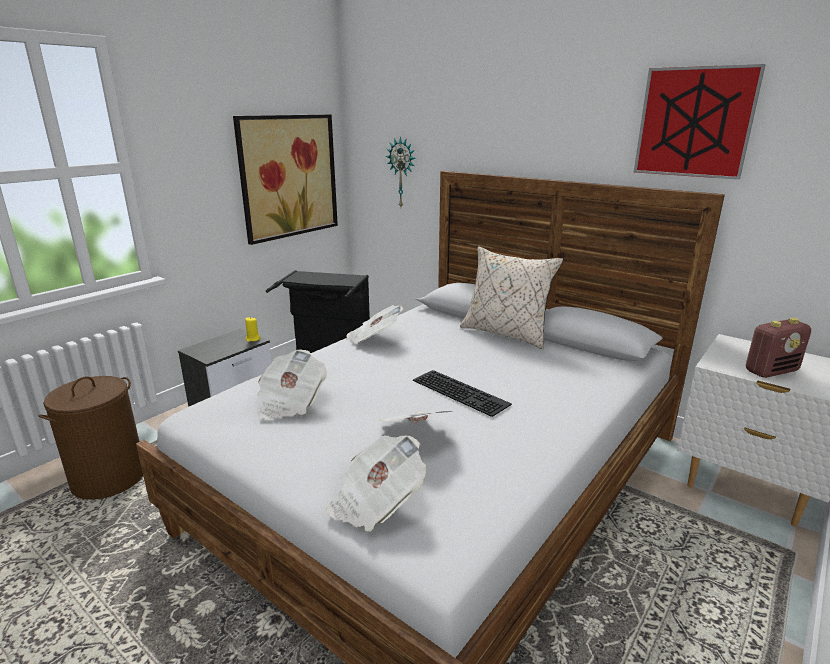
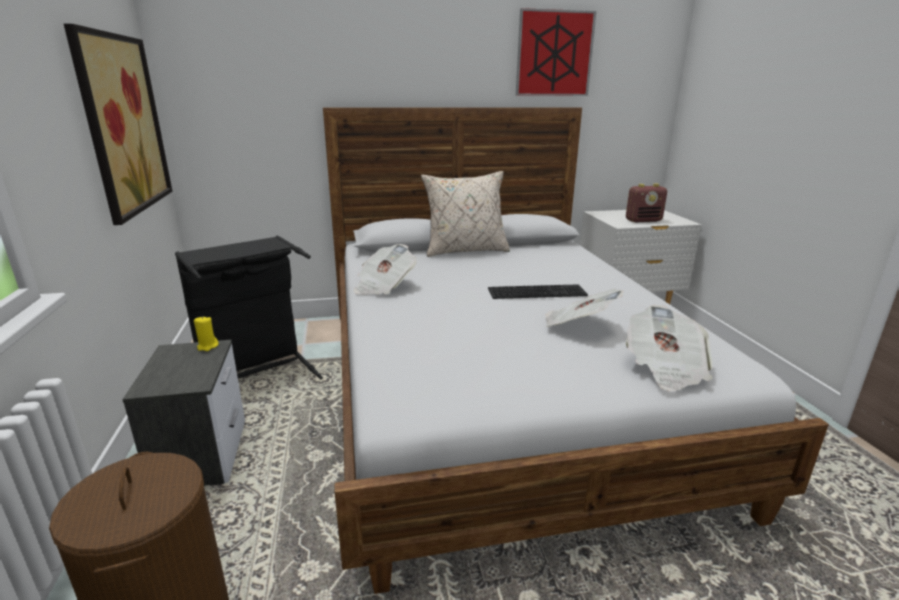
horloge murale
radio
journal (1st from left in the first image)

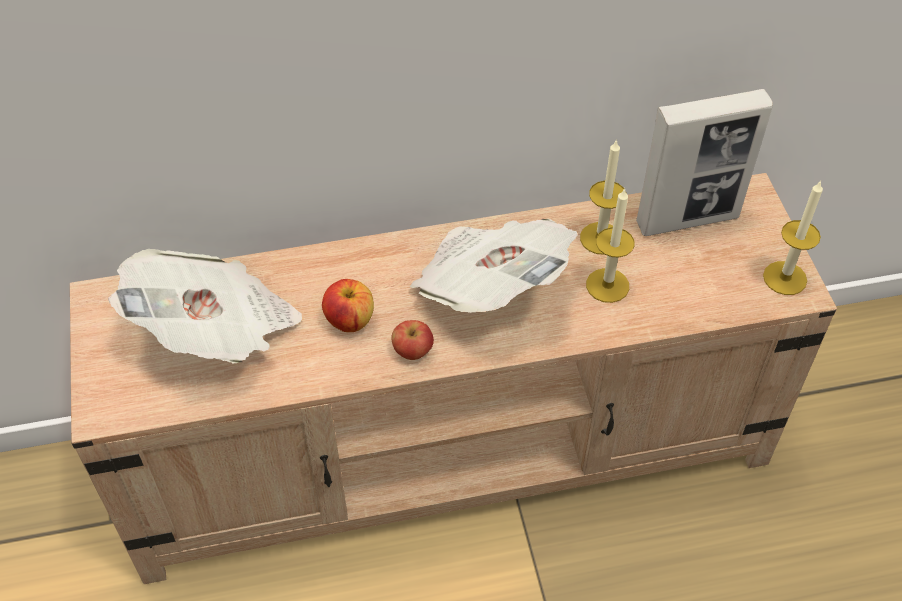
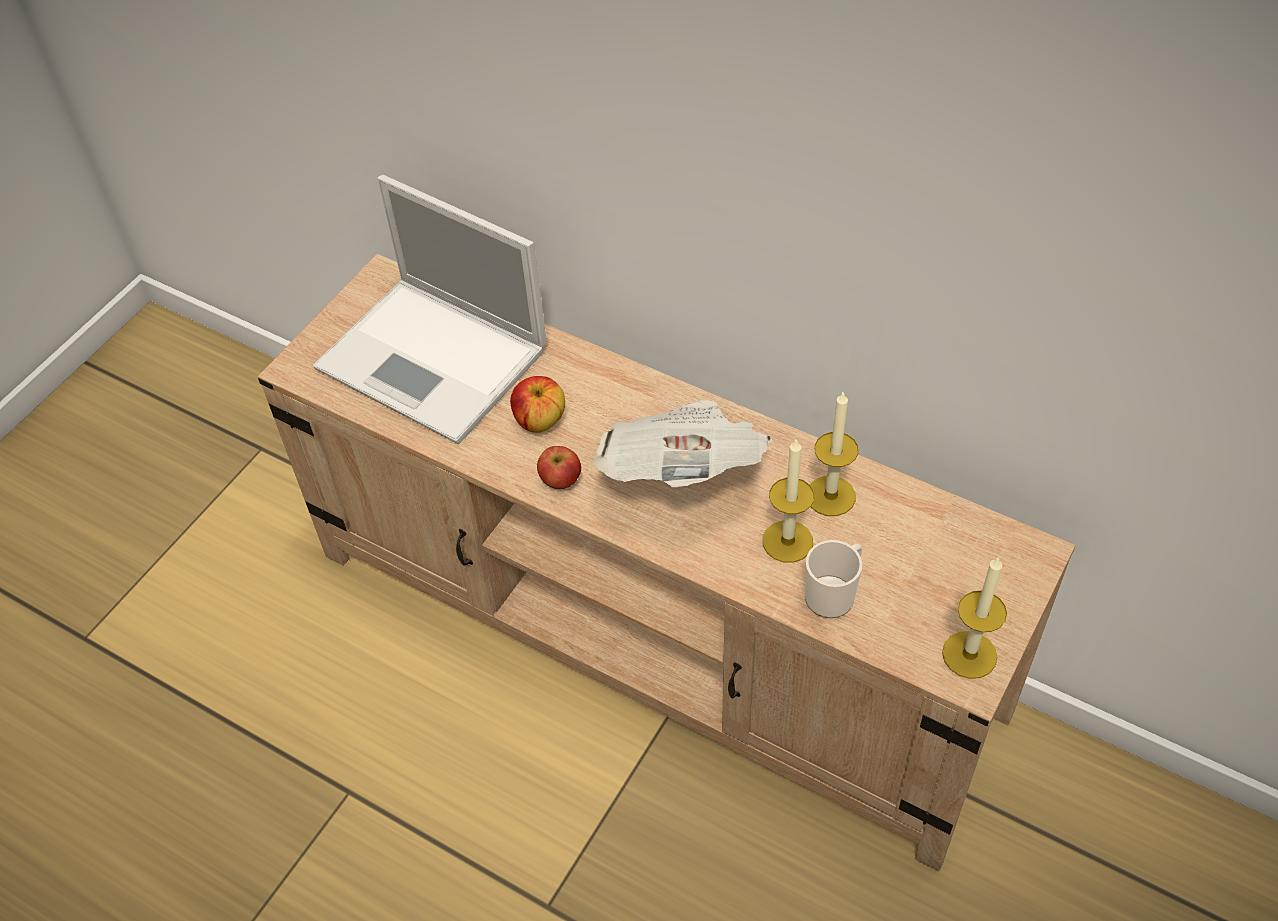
cadre photo
ordinateur portable
mug

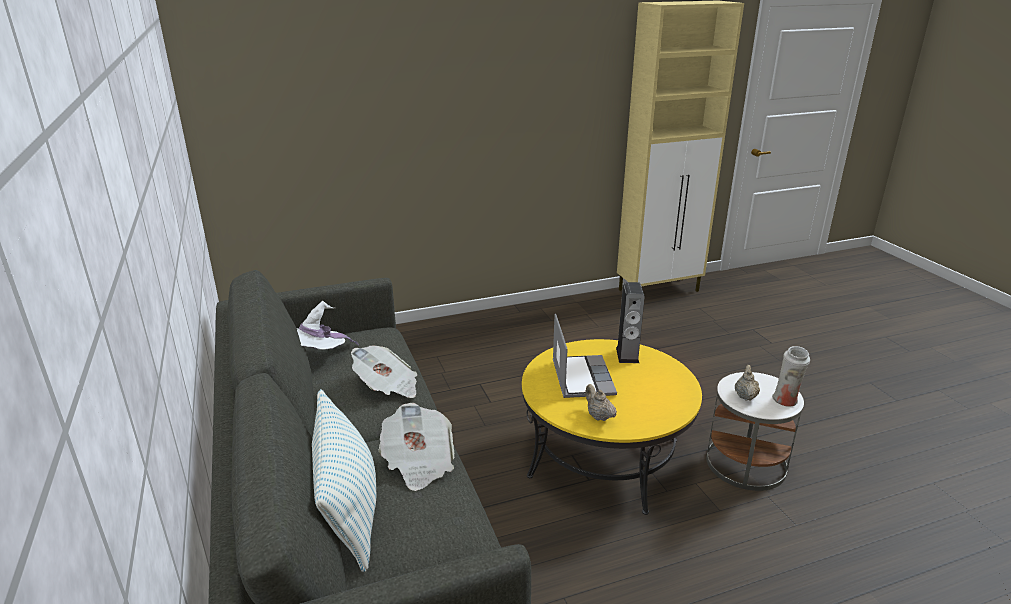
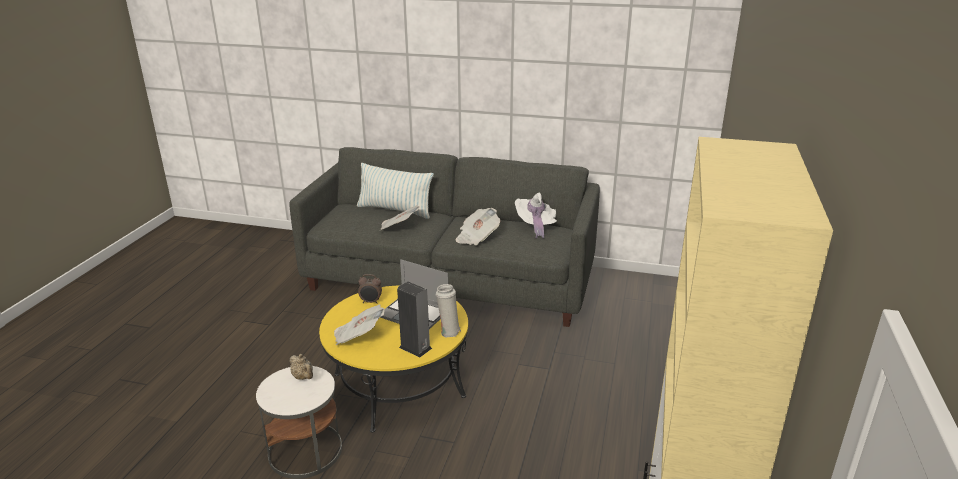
vase/blanc
réveil
journal (1st from left)

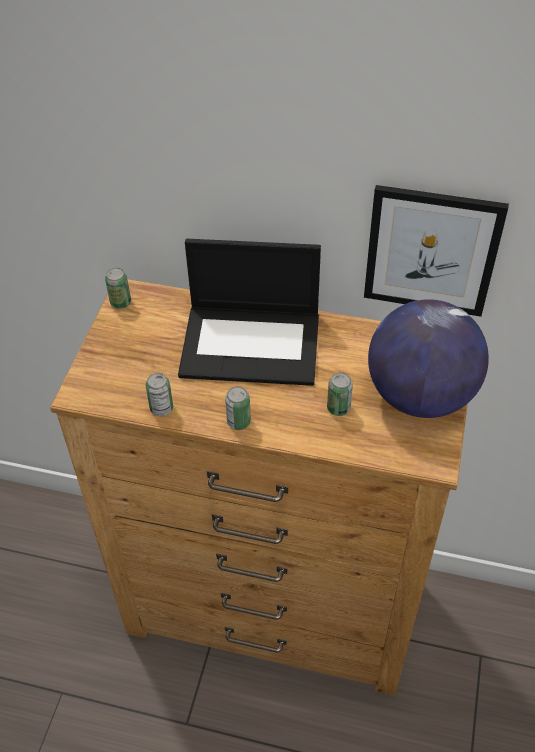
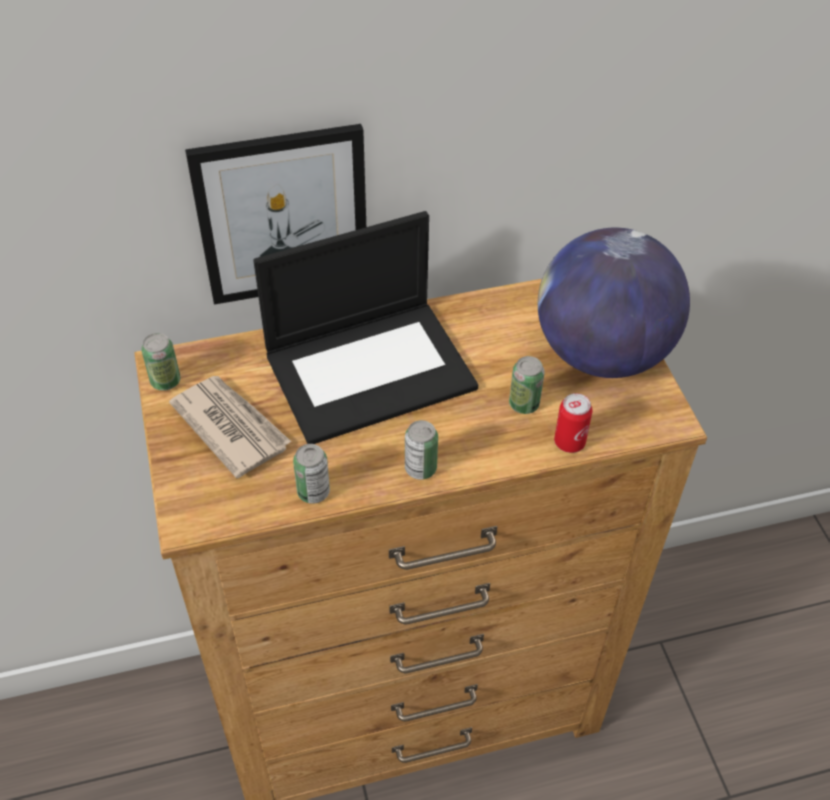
tableau
journal
boîte métallique (5th from left)

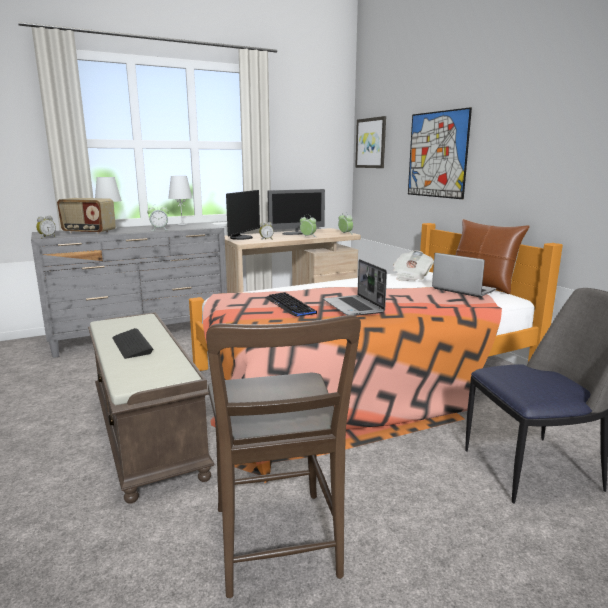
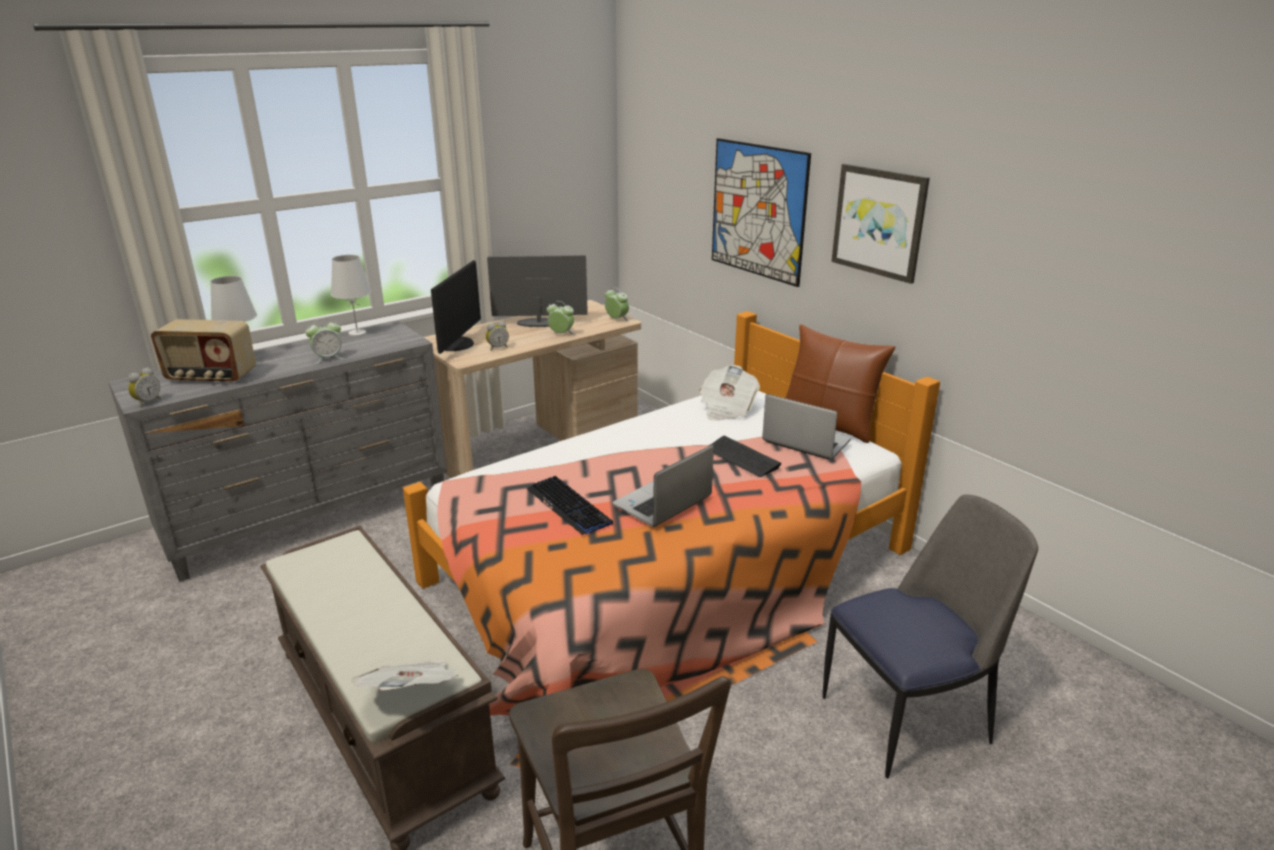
tableau (2nd from left)
écran d'ordinateur (2nd from left)
ordinateur portable (1st from left)
clavier (2nd from left)
journal (1st from left)

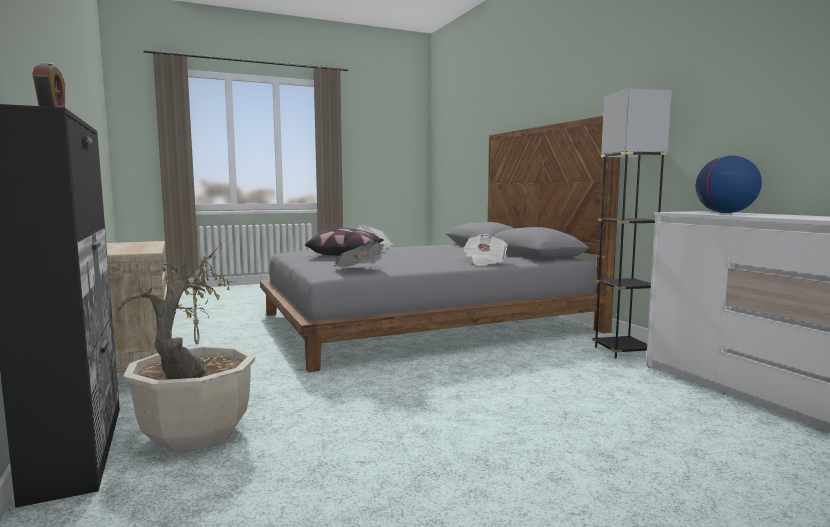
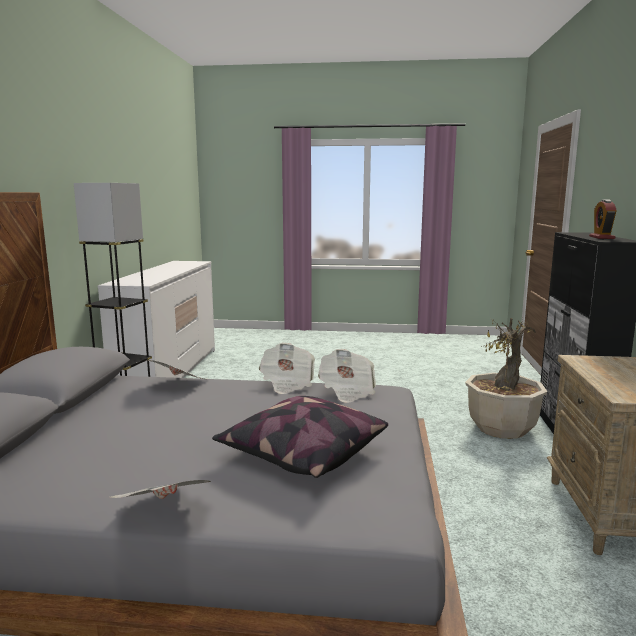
globe
journal (3rd from left)

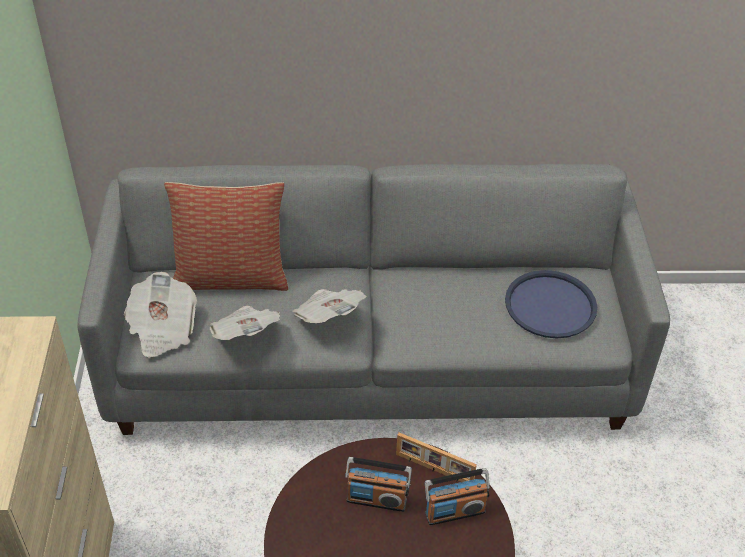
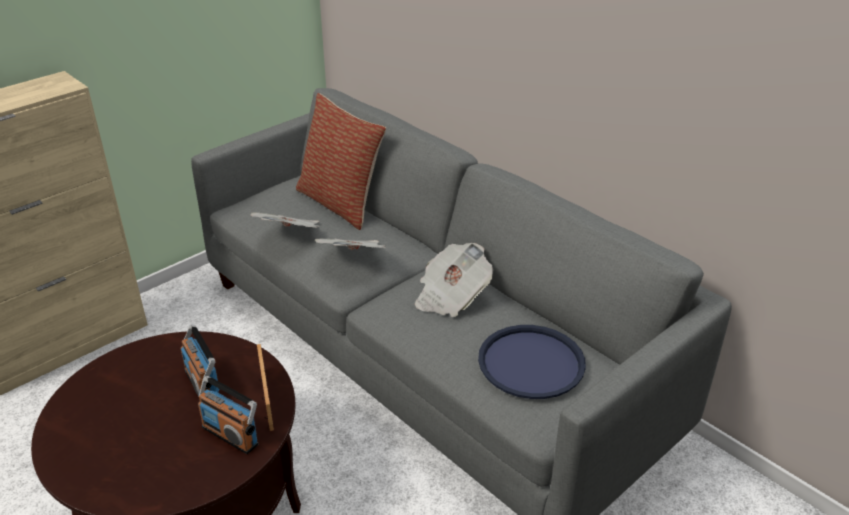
journal (3rd from left)

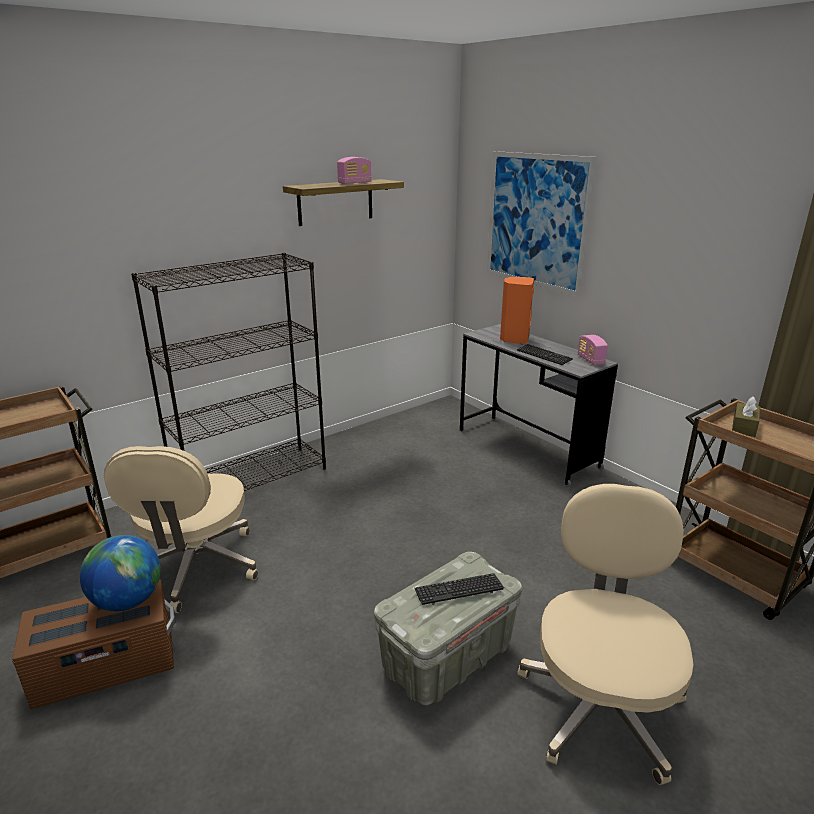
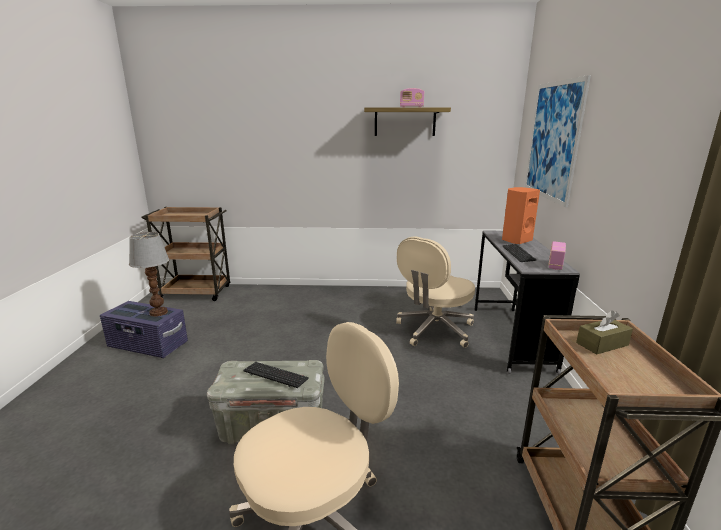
bibliothèque/noir
chaise de bureau/beige (2nd from left)
lampe de table
boîte de rangement/violet

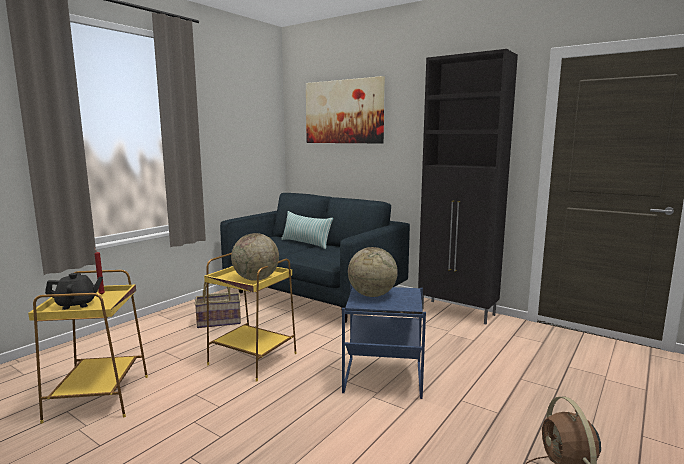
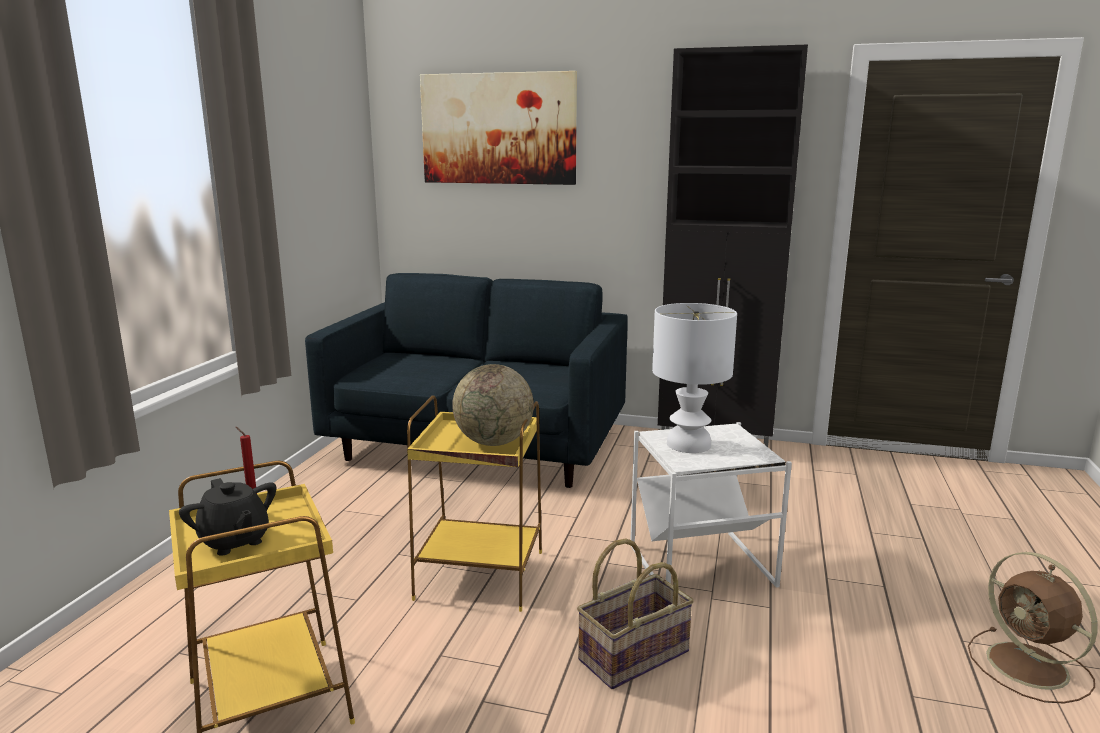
coussin
lampe de table/blanc
théière/noir
panier
table d'appoint/blanc

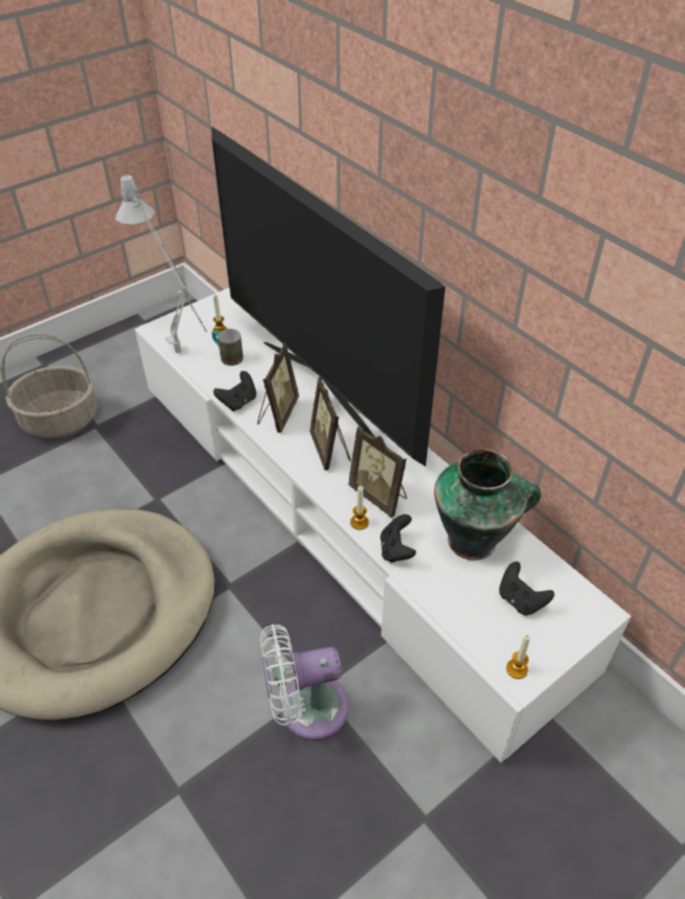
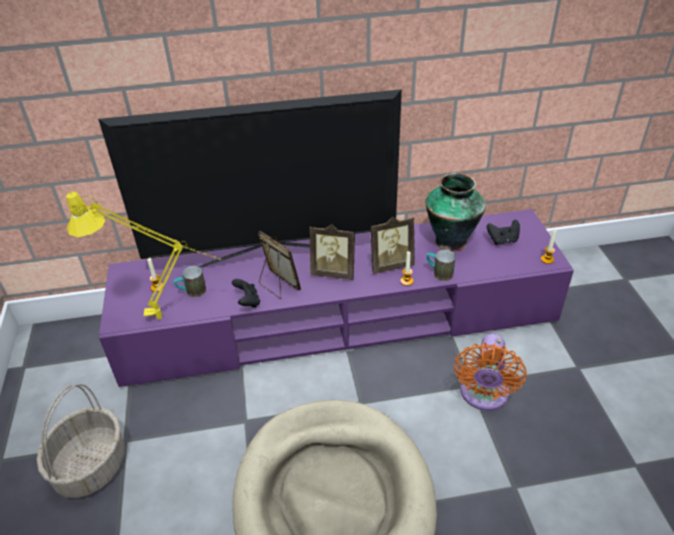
lampe de table/jaune
meuble télé/violet
mug (2nd from left)
ventilateur/orange

